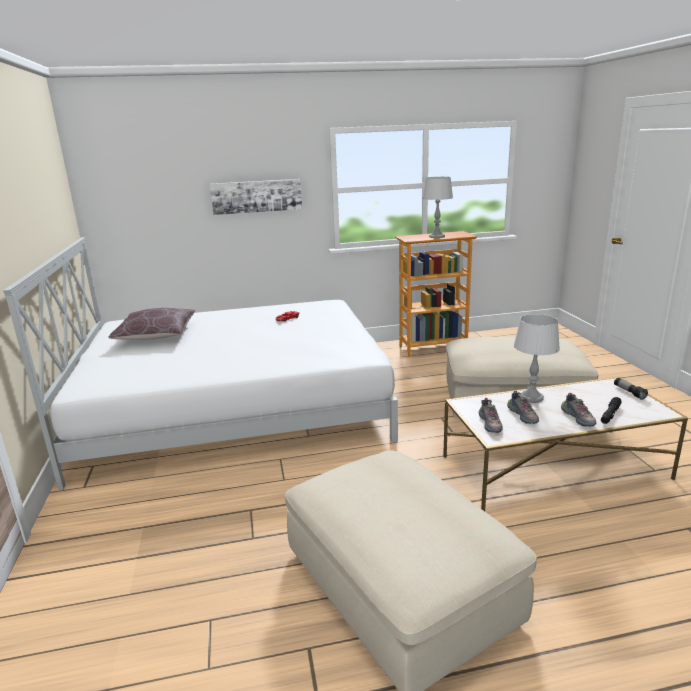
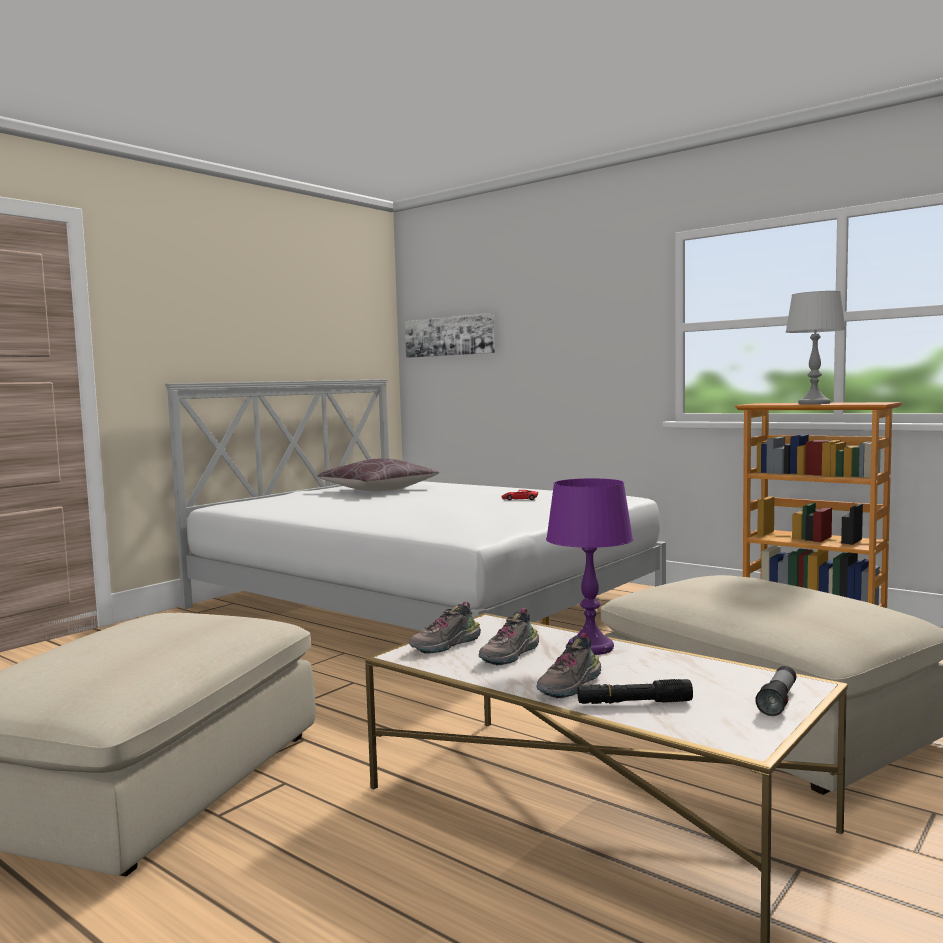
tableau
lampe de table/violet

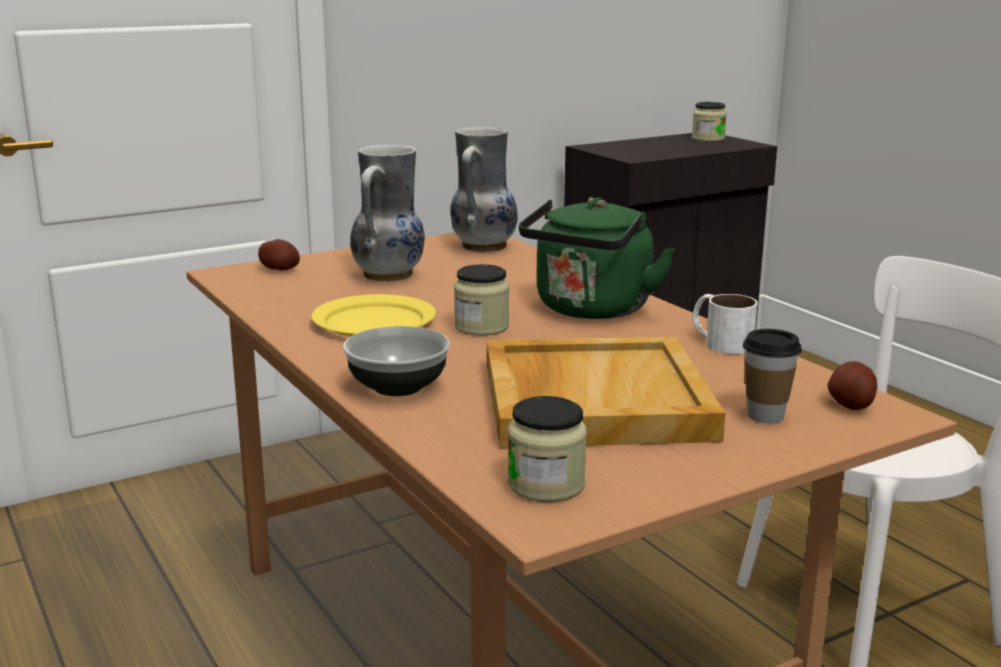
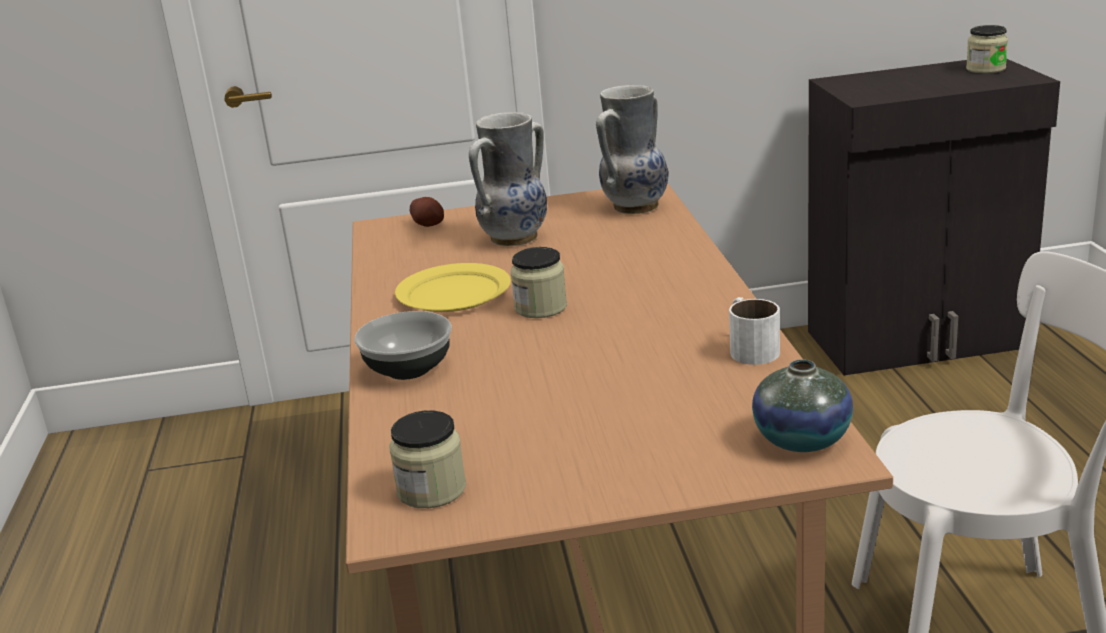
bouilloire/vert
tasse
plateau/beige
vase (3rd from left)

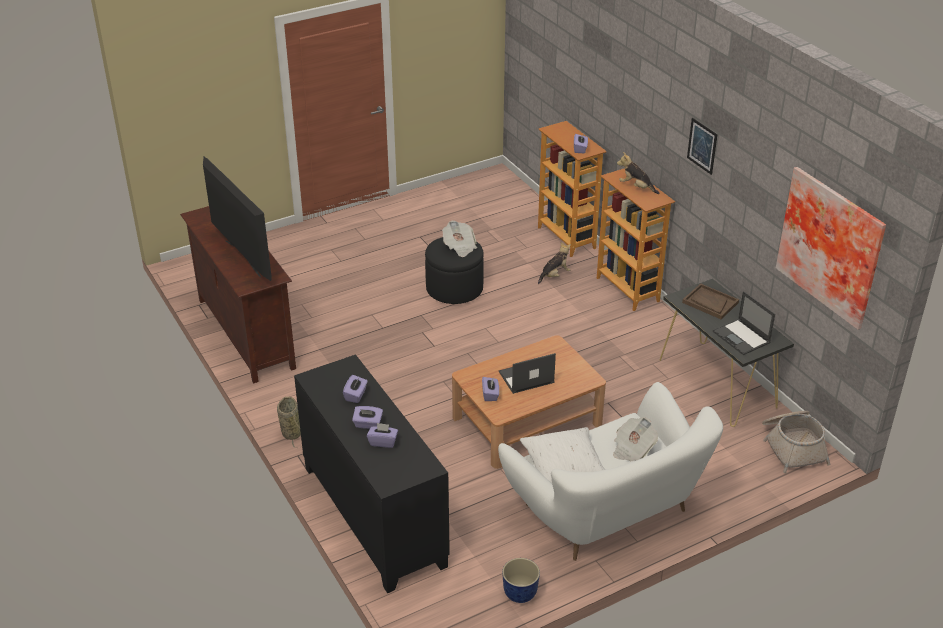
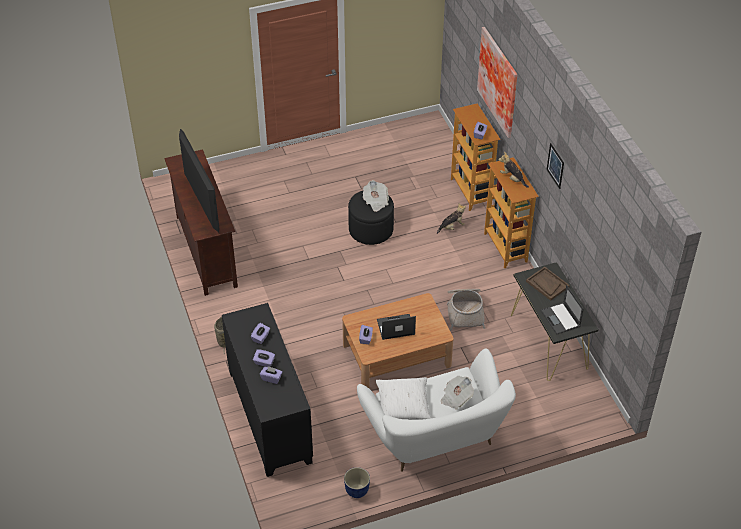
tableau (1st from left)
panier (2nd from left)

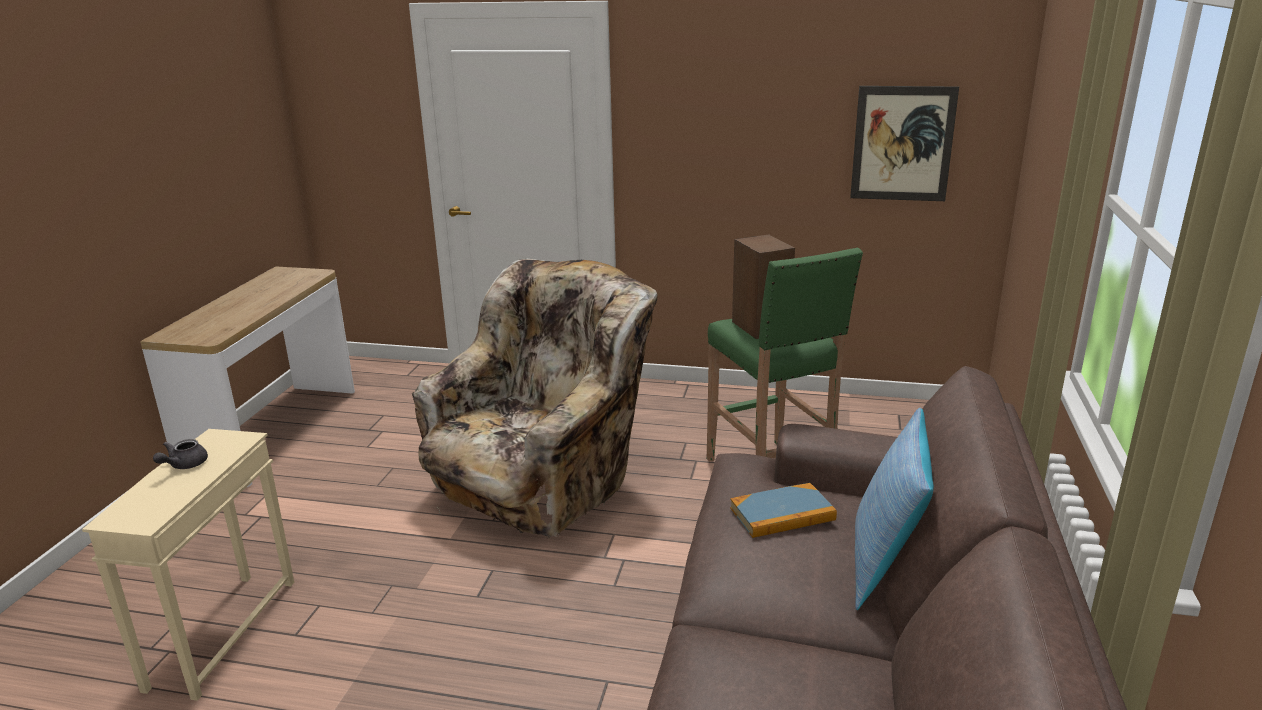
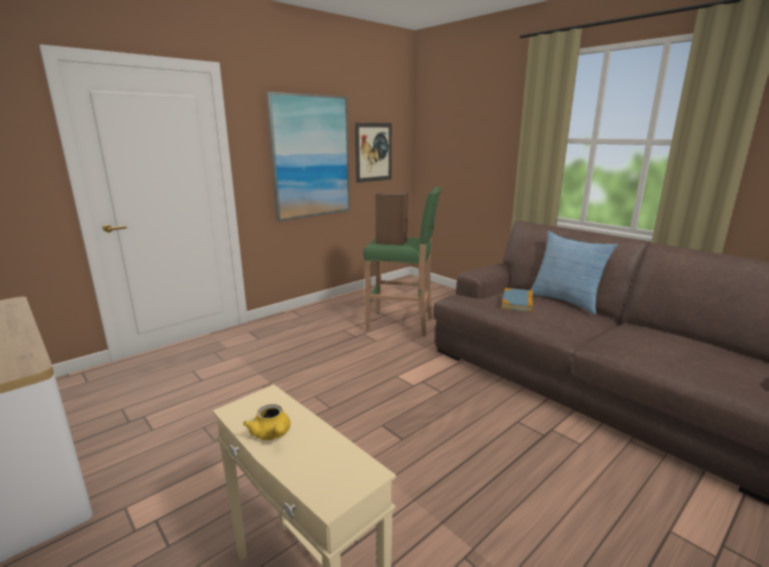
fauteuil/beige
théière/jaune
tableau (1st from left)

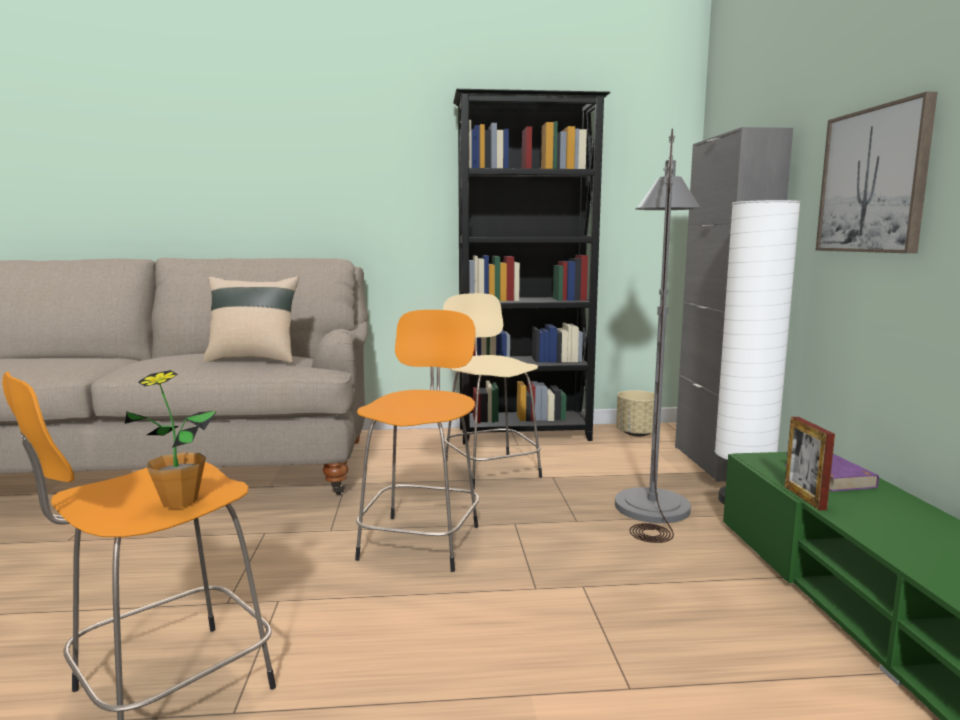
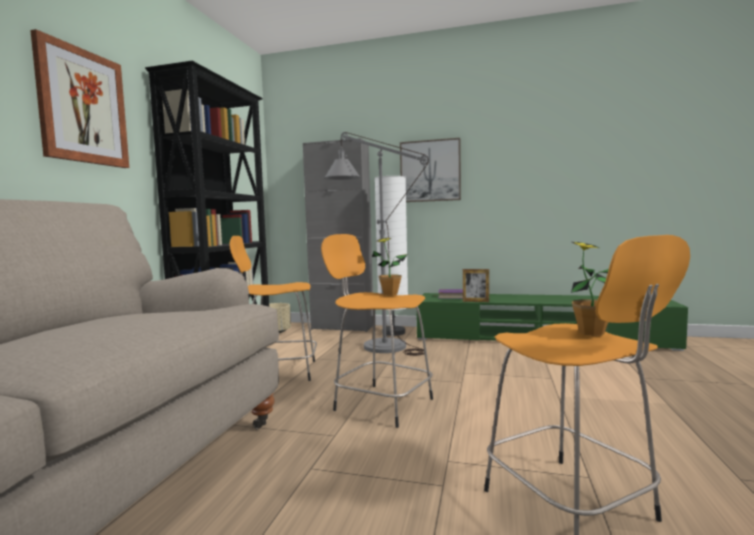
coussin/beige
tabouret/orange (1st from left)
tableau (1st from left)
plante en pot (1st from left)

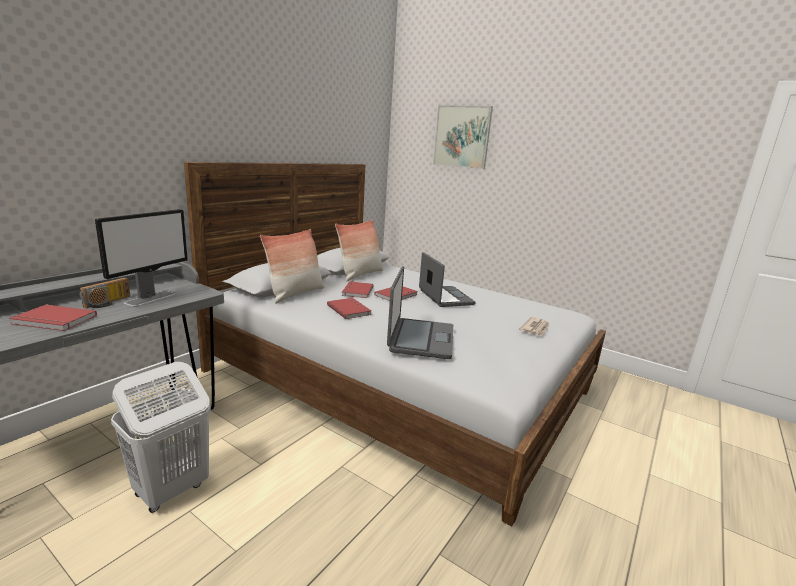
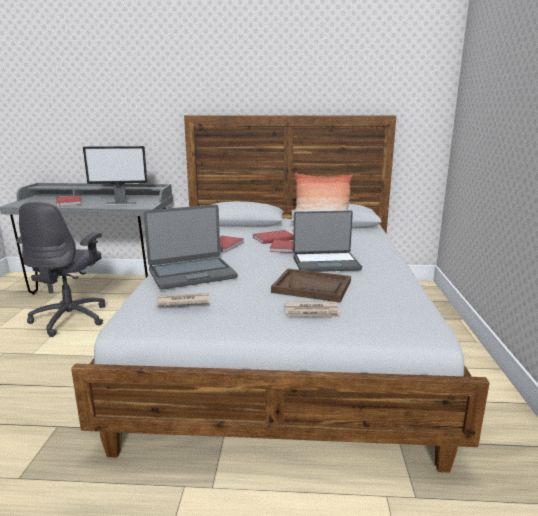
tableau
coussin (1st from left in the first image)
ordinateur portable (2nd from left)
radio
chaise de bureau/gris
plateau/marron
journal (1st from left)

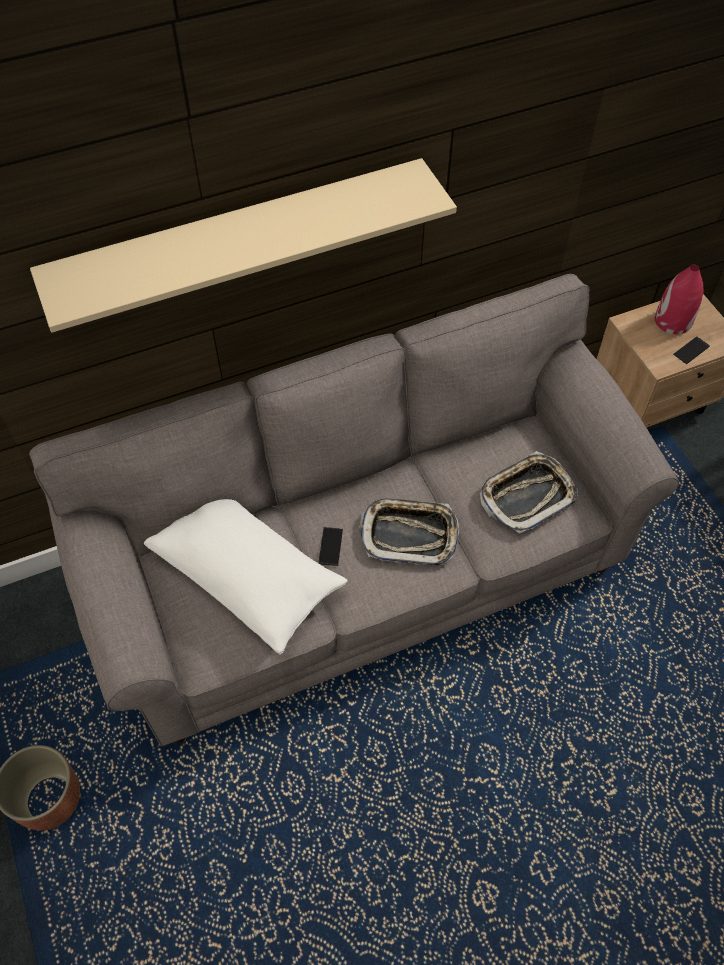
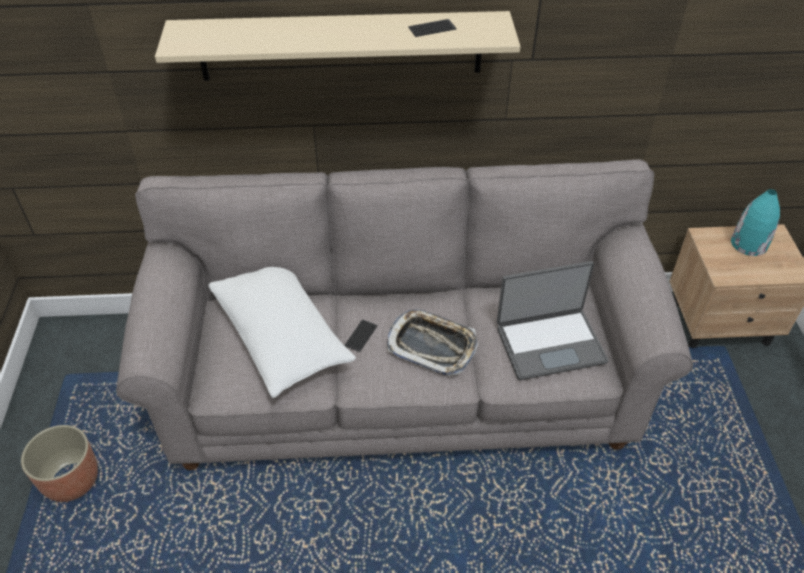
vase/turquoise
téléphone (2nd from left)
ordinateur portable

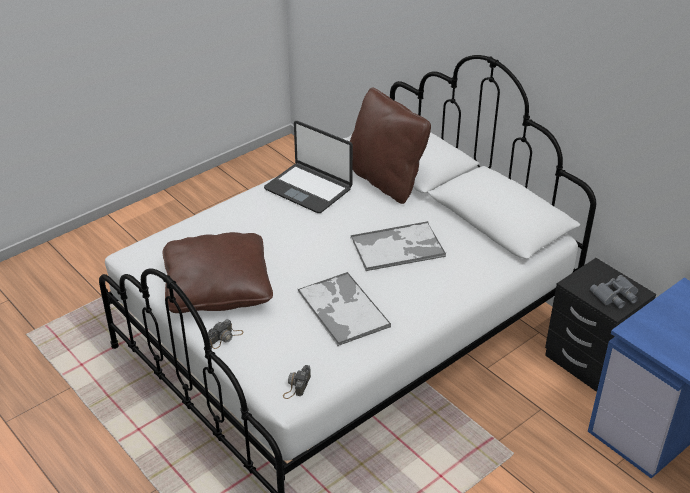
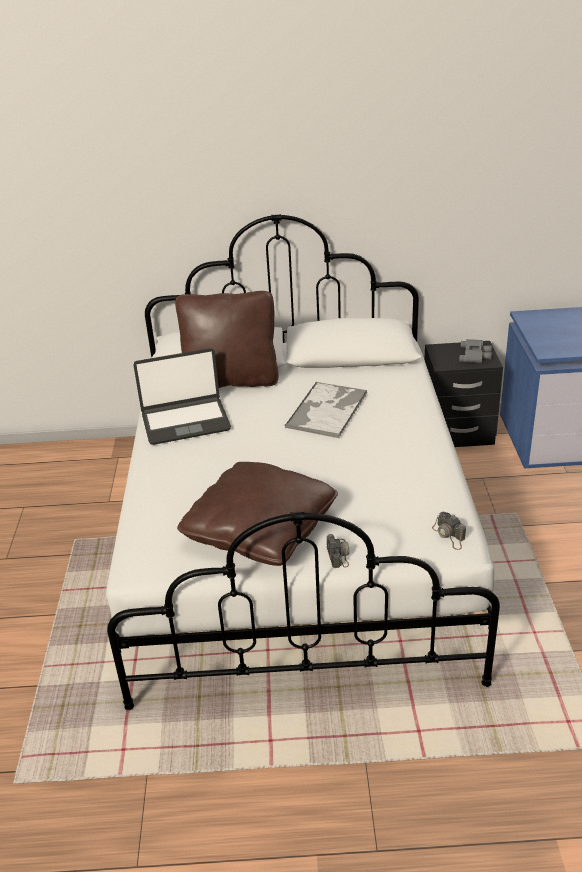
plateau (1st from left in the first image)

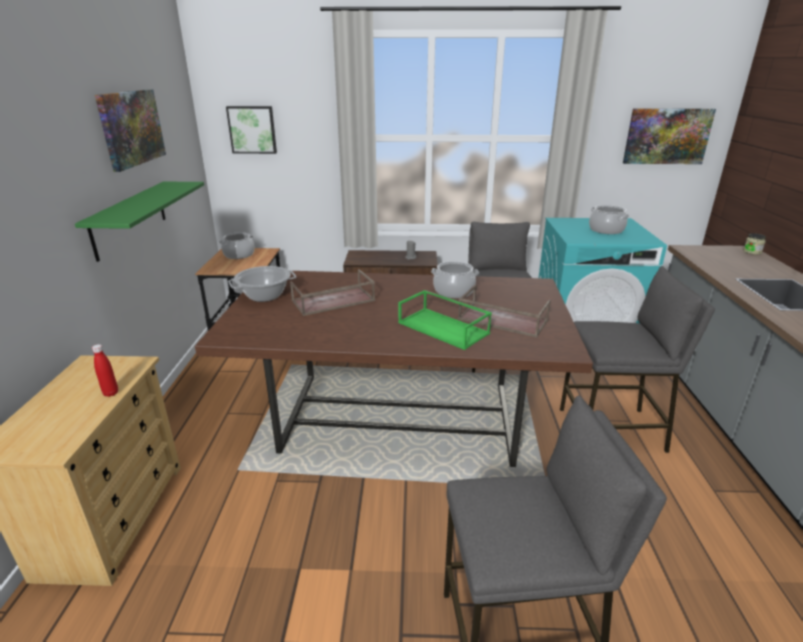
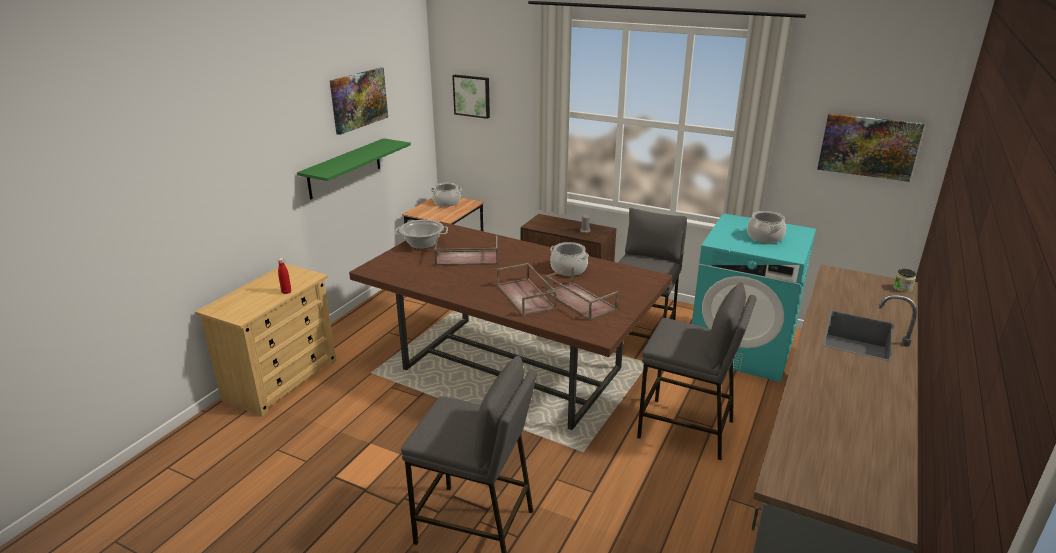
plateau/marron (2nd from left)

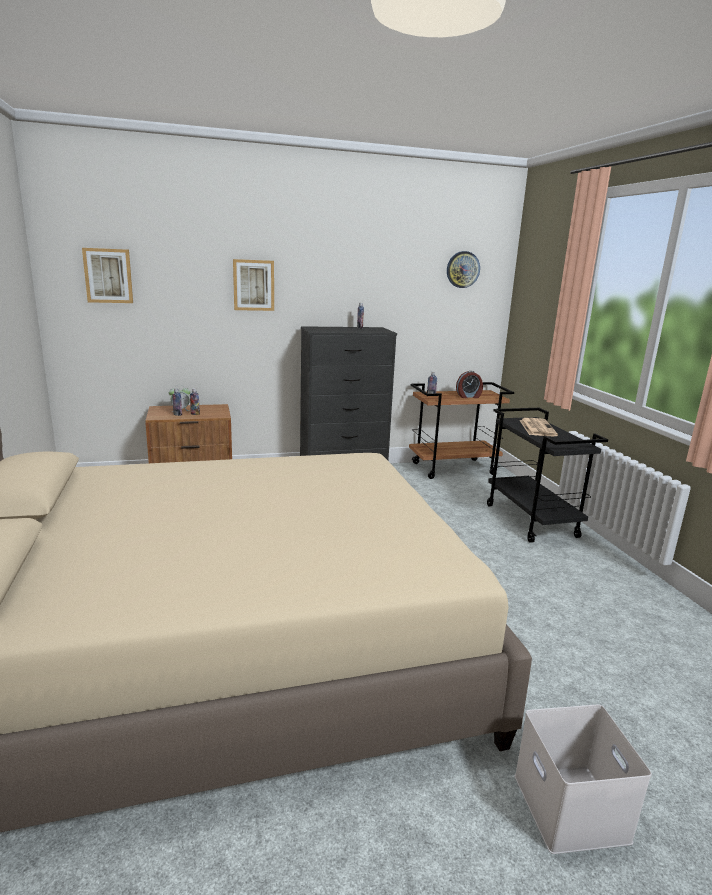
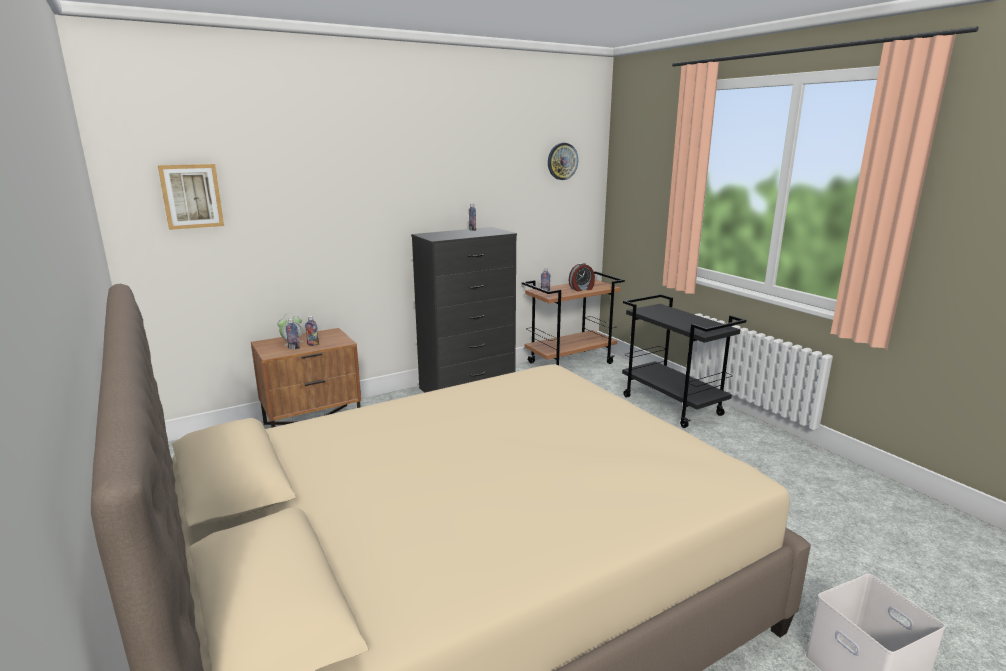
tableau (2nd from left in the first image)
journal

